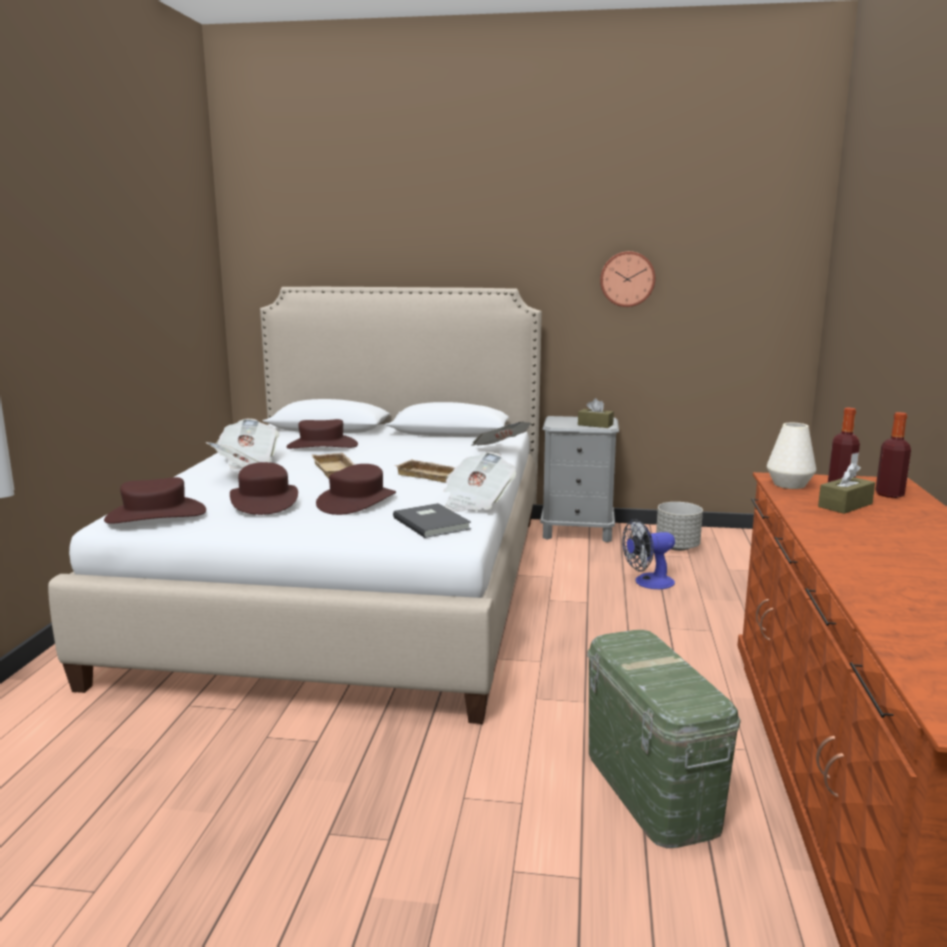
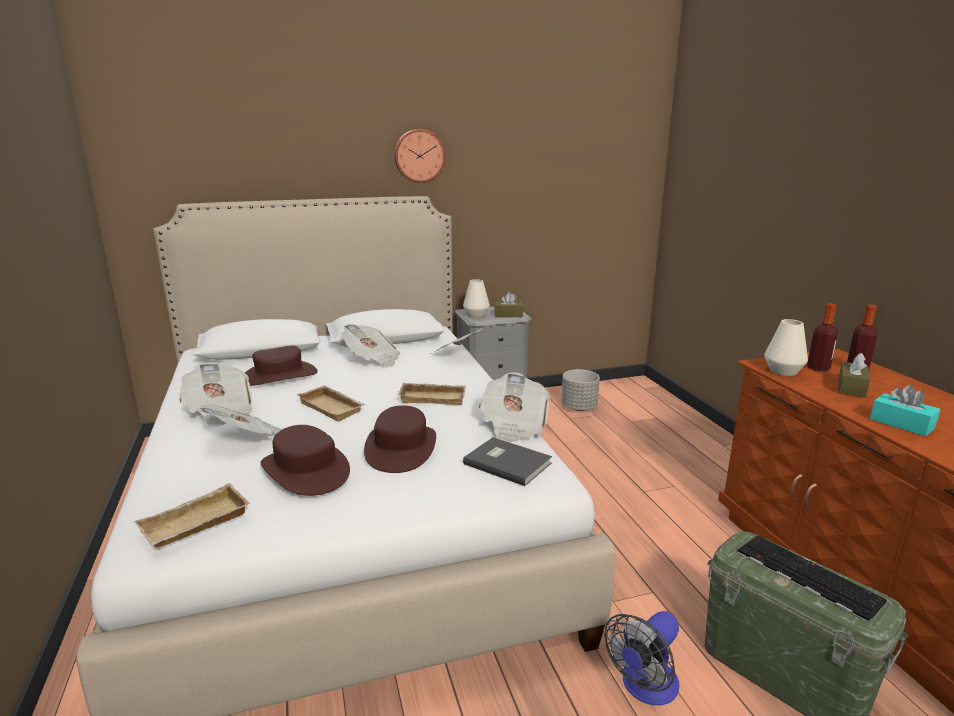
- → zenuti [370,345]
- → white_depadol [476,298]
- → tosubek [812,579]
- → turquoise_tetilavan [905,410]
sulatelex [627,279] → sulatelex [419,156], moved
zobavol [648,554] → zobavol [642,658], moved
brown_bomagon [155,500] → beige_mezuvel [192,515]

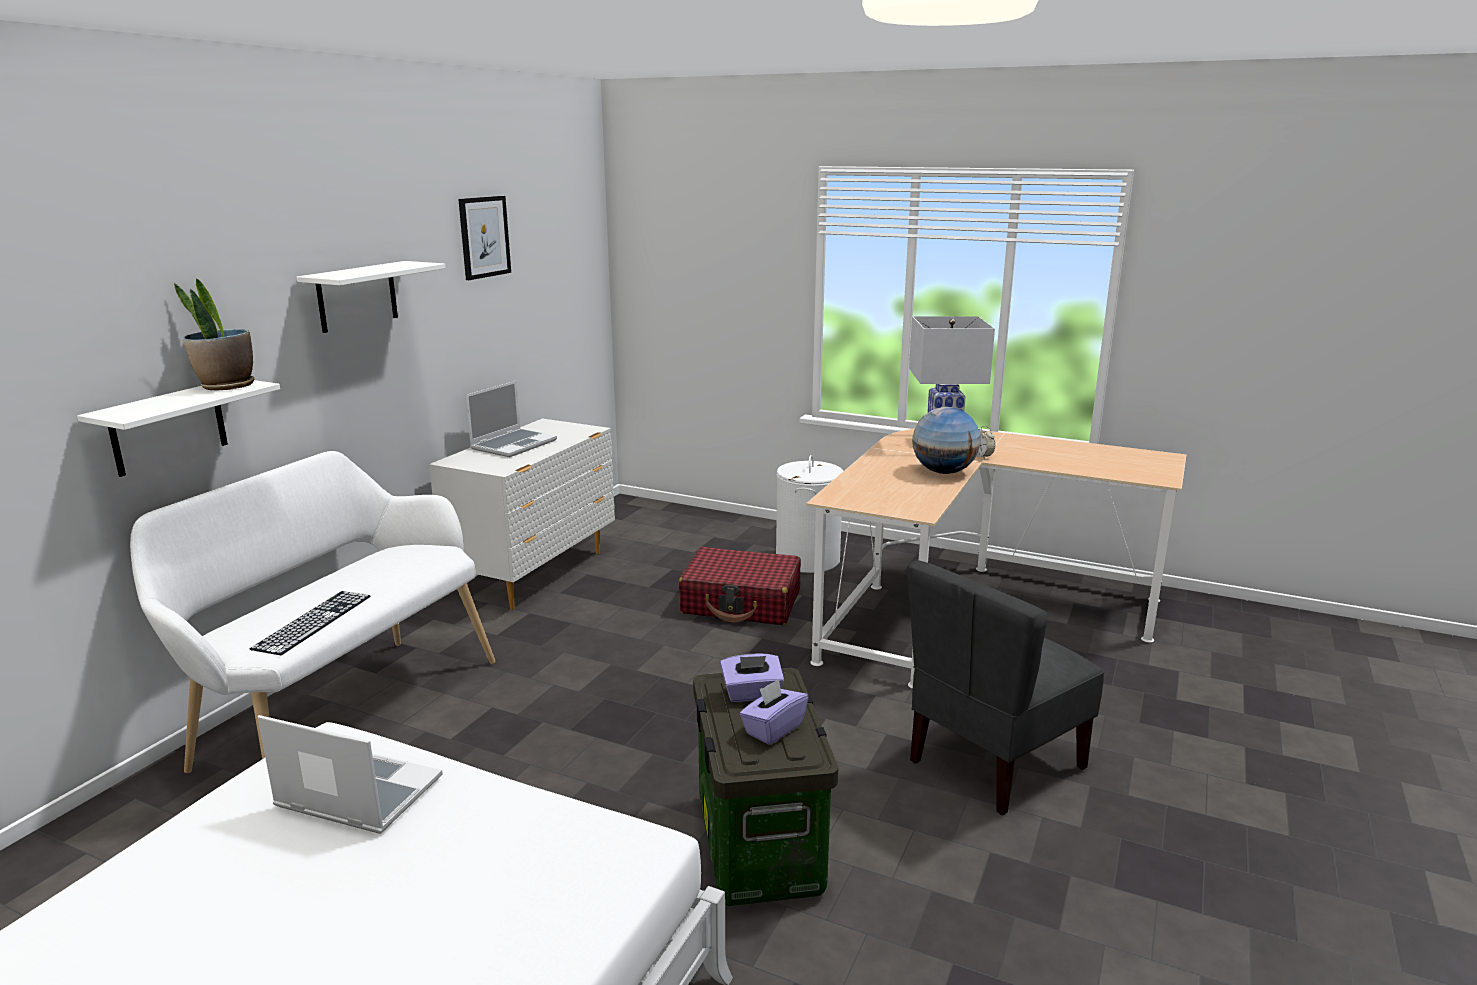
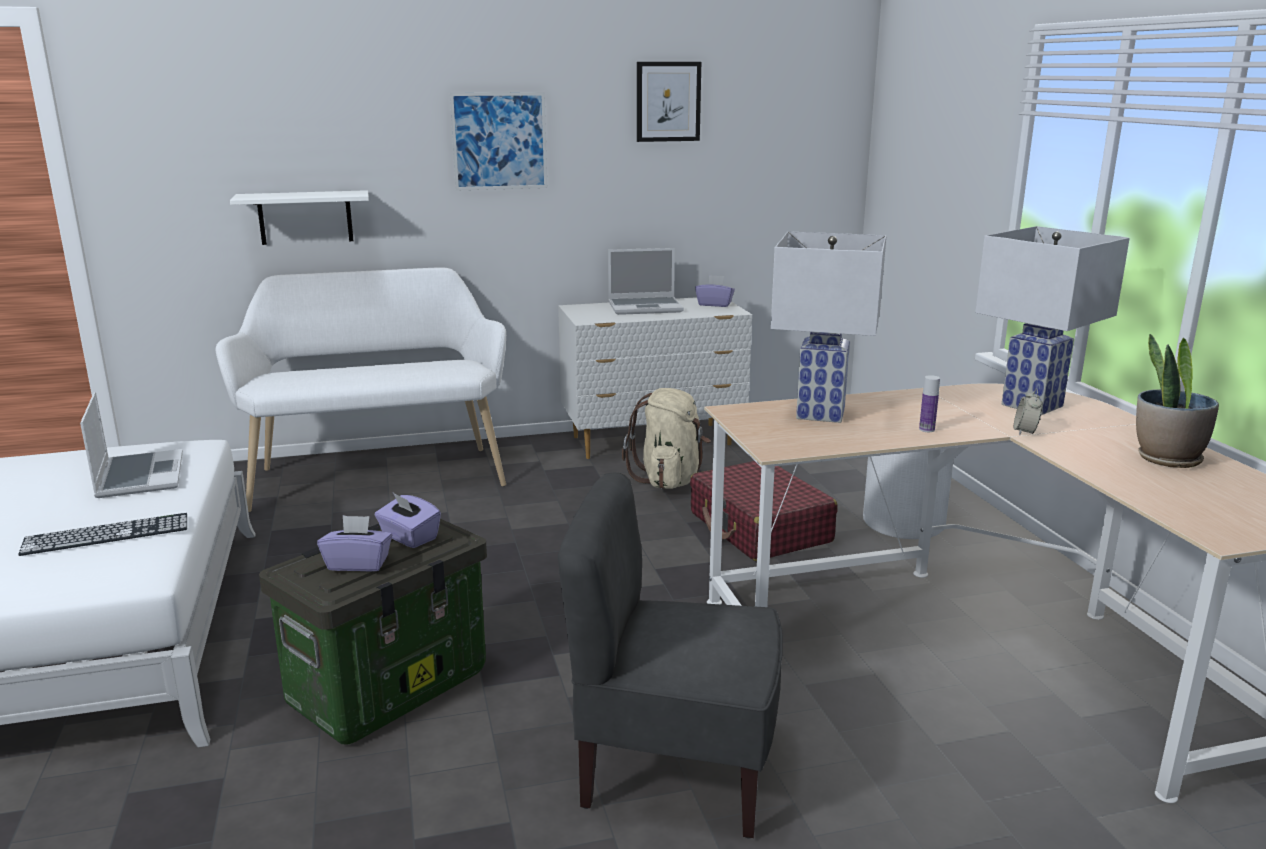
- → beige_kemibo [666,438]
- → purple_tetilavan [715,291]
- → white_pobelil [828,327]
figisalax [214,334] → figisalax [1177,401], moved
tosubek [310,623] → tosubek [102,534], moved
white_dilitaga [371,297] → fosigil [498,141]
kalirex [946,440] → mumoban [929,403]

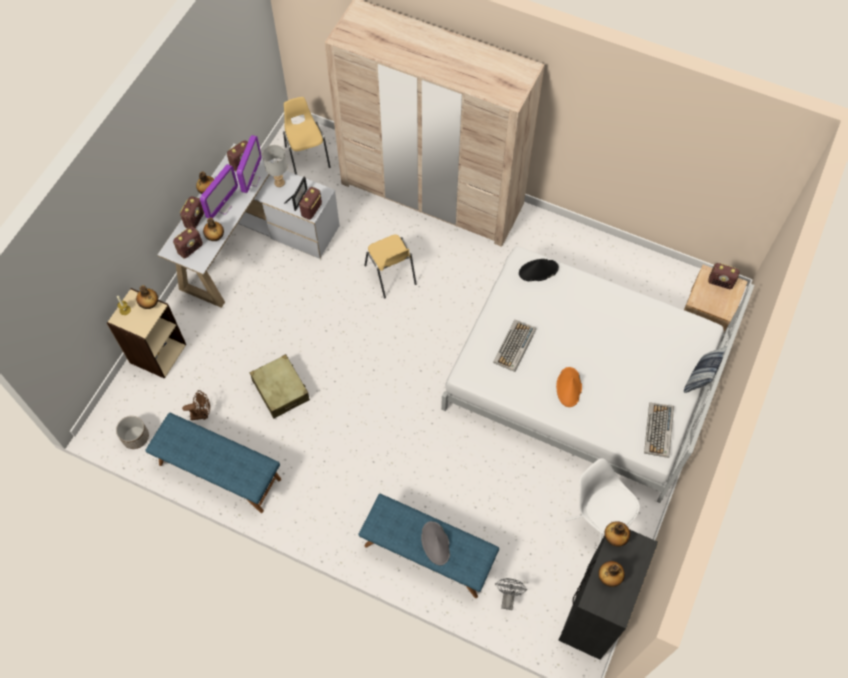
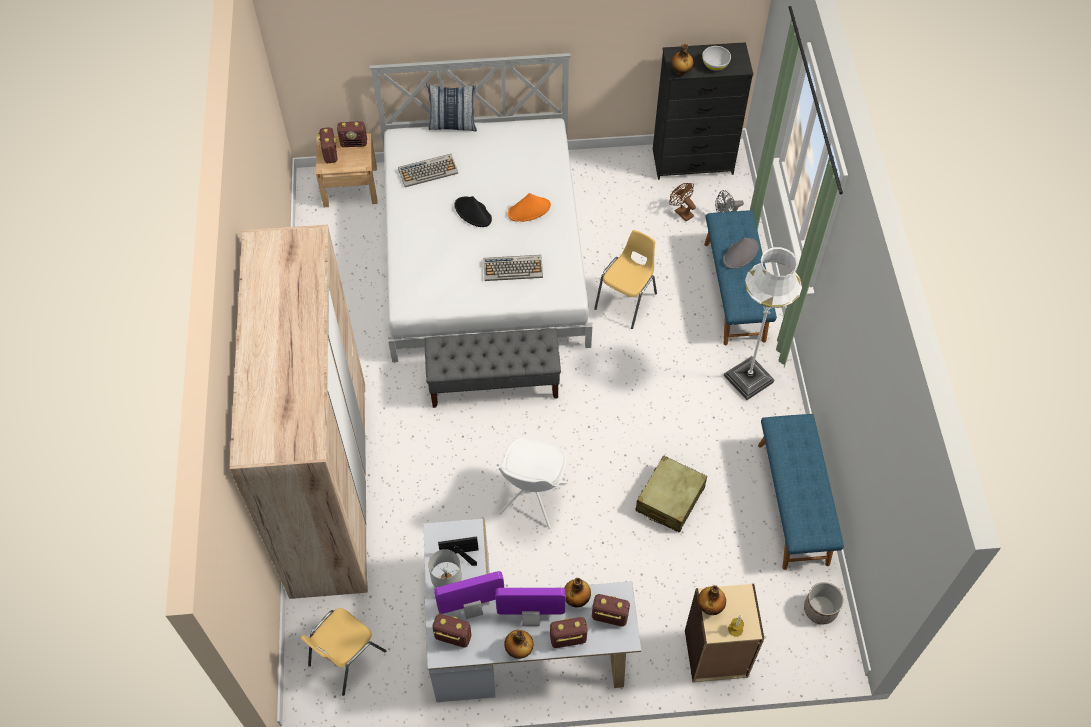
- → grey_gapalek [493,368]
- → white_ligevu [763,323]
brown_zobavol [196,405] → brown_zobavol [682,202], moved
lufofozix [310,203] → lufofozix [352,134], moved
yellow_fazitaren [390,266] → yellow_fazitaren [625,279], moved
black_bomagon [539,270] → black_bomagon [473,211], moved
white_fazitaren [602,501] → white_fazitaren [532,483], moved
tosubek [659,430] → tosubek [428,170], moved
mumoban [611,574] → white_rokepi [716,58]

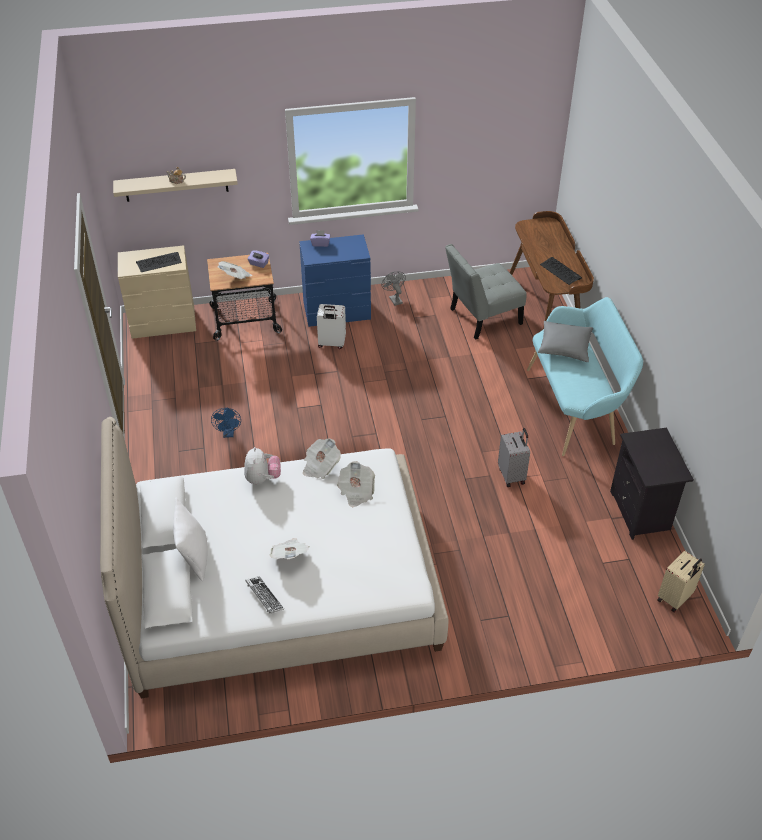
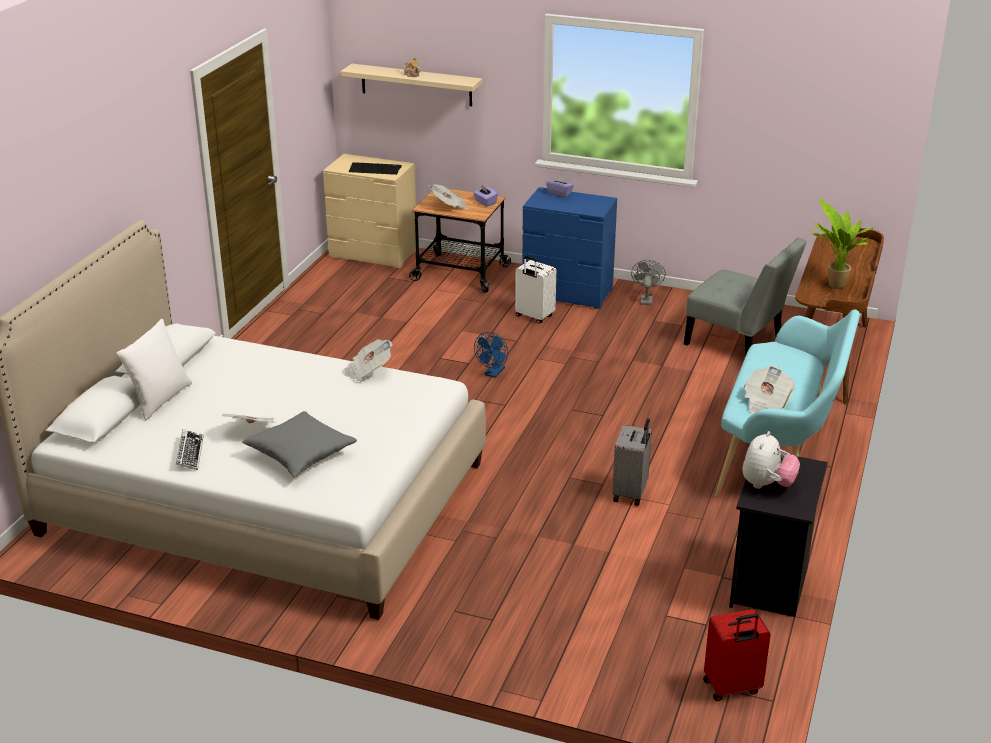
blue_zobavol [226,423] → blue_zobavol [491,355], moved
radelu [262,465] → radelu [771,460], moved
zenuti [356,484] → zenuti [769,390], moved
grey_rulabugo [565,341] → grey_rulabugo [299,444], moved
tosubek [561,271] → figisalax [842,243]
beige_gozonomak [681,582] → red_gozonomak [737,655]
grey_fazitaren [486,292] → grey_fazitaren [745,296], 150 degrees counterclockwise

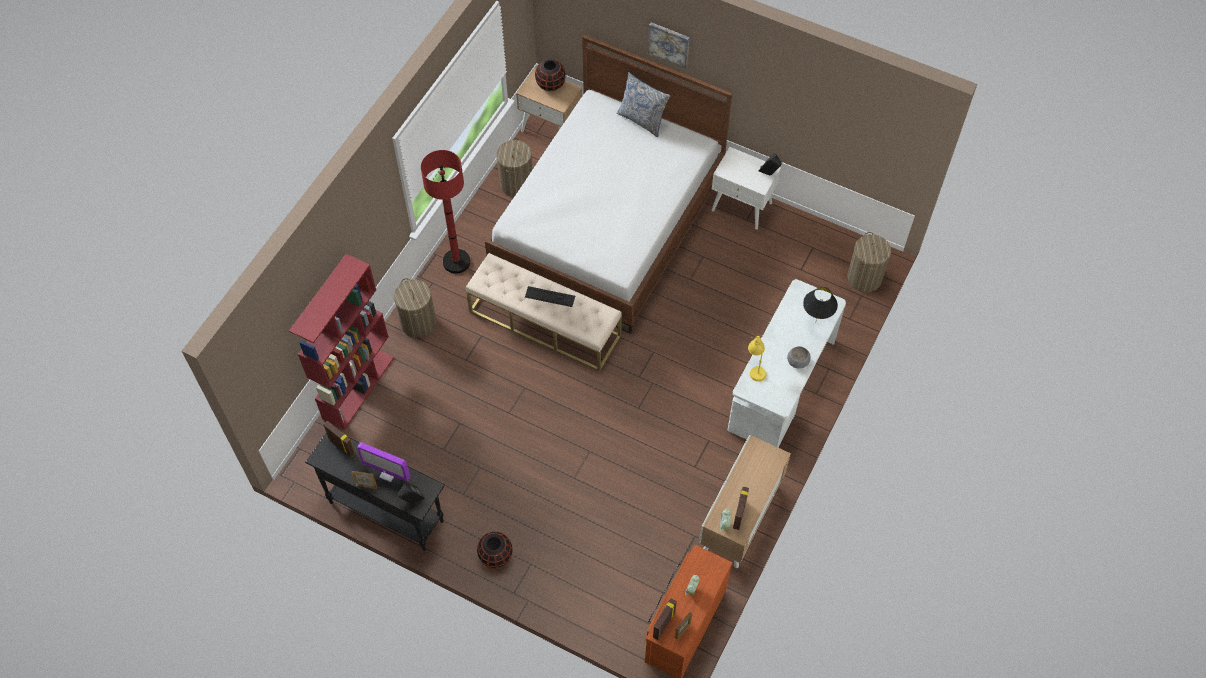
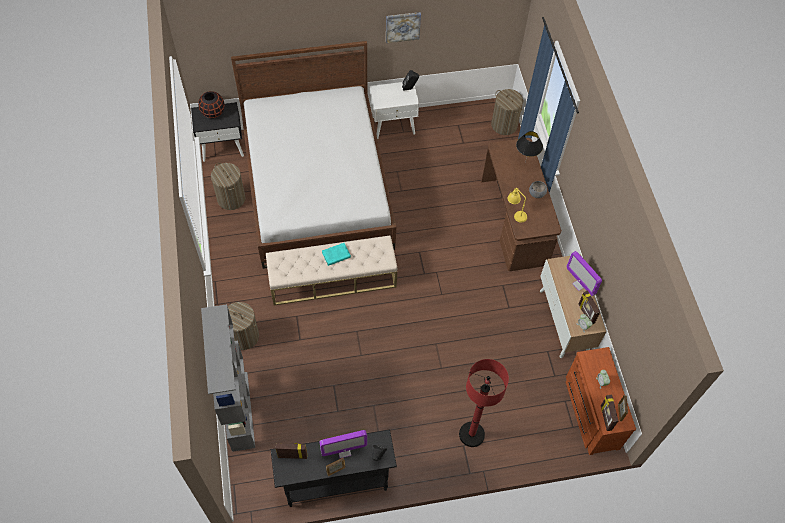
black_depadol [495,550] → -
rulabugo [644,104] → -
- → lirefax [584,273]
red_ligevu [445,212] → red_ligevu [484,403], moved
fosigil [668,46] → fosigil [403,27], moved
tosubek [550,296] → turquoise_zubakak [336,254]
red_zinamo [341,342] → grey_zinamo [228,378]
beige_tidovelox [549,100] → black_tidovelox [217,132]
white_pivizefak [787,363] → brown_pivizefak [522,204]

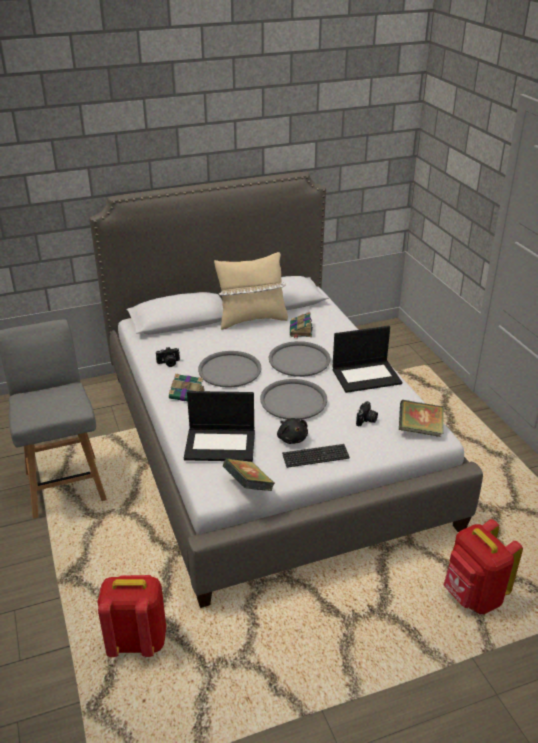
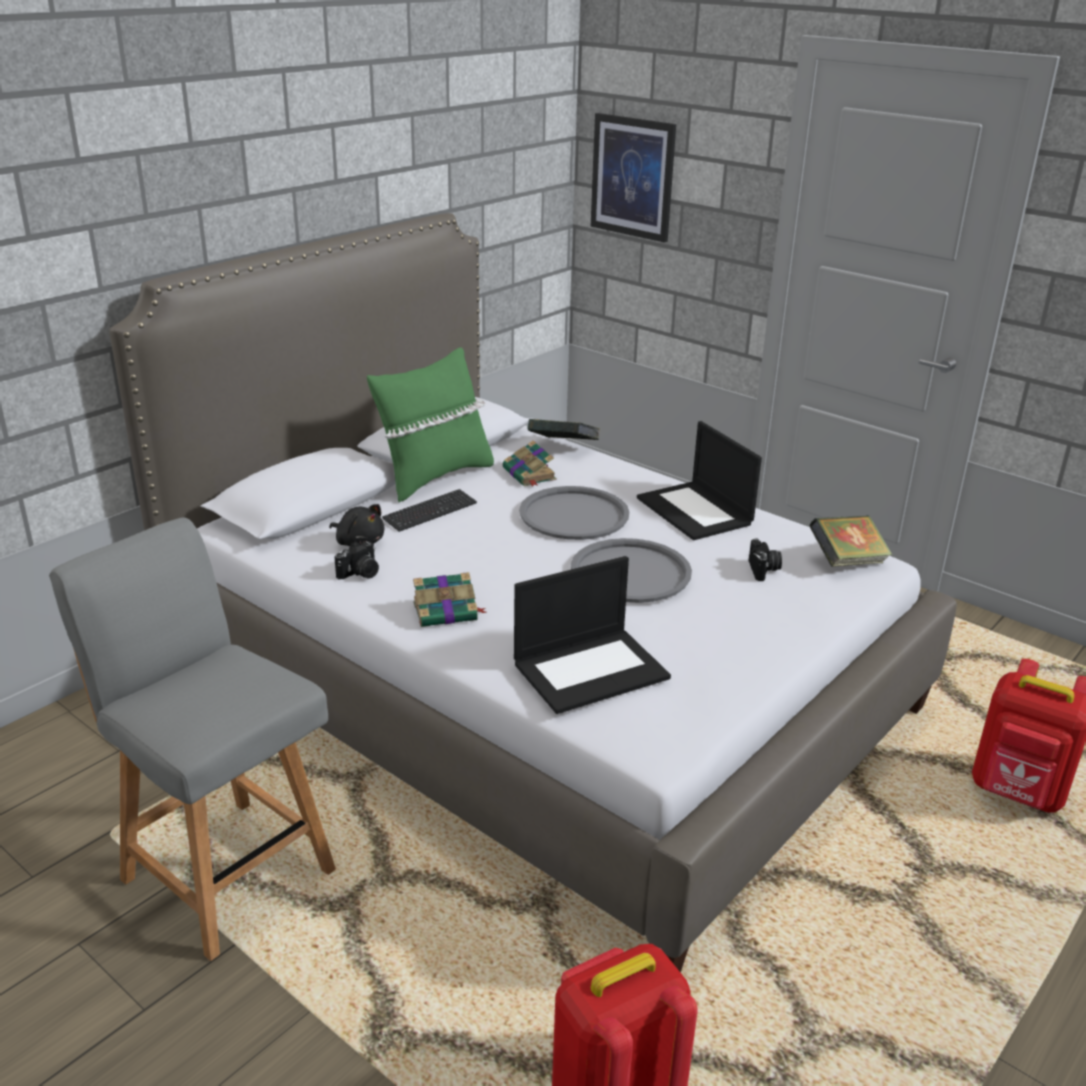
grey_mezuvel [229,369] → -
- → fosigil [633,178]
zubakak [249,475] → zubakak [563,429], moved
black_radelu [292,431] → black_radelu [356,525], moved
tosubek [316,456] → tosubek [429,510], moved
beige_rulabugo [251,291] → green_rulabugo [430,424]
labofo [367,359] → labofo [699,480], 105 degrees clockwise

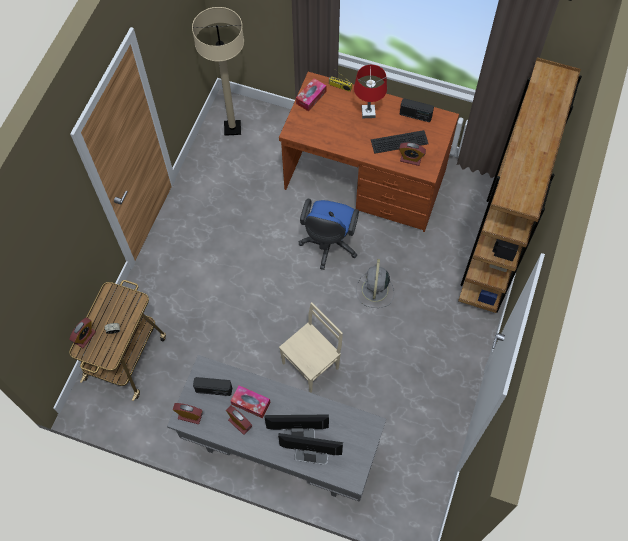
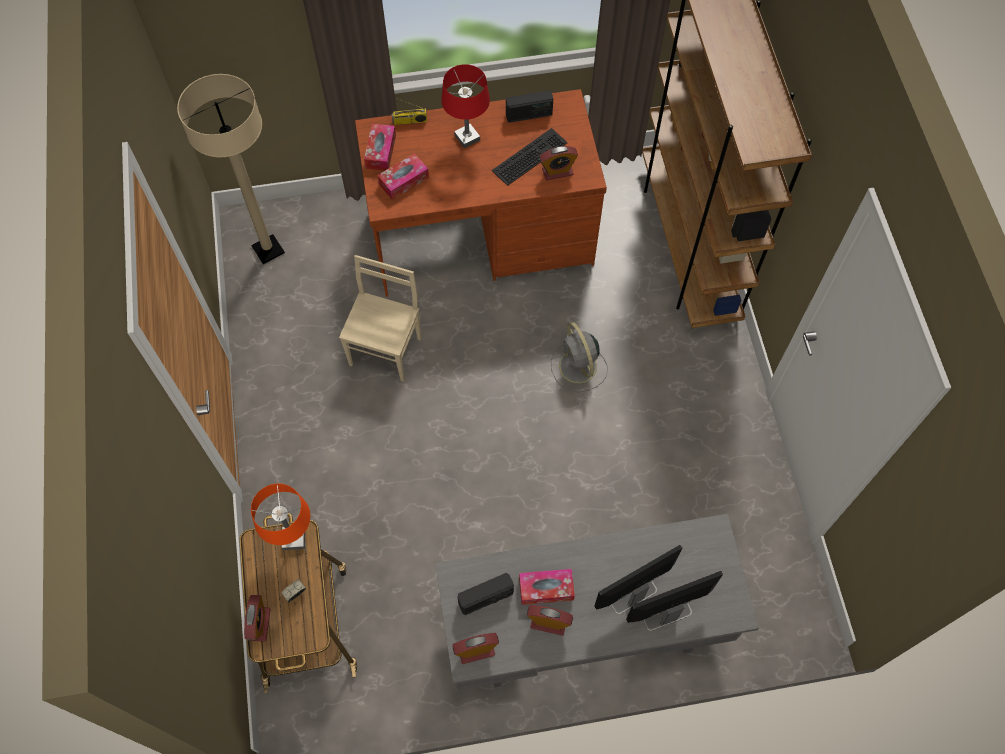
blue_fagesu [329,234] → -
- → orange_pobelil [280,517]
- → tetilavan [403,176]
beige_fazitaren [311,347] → beige_fazitaren [380,318], moved

